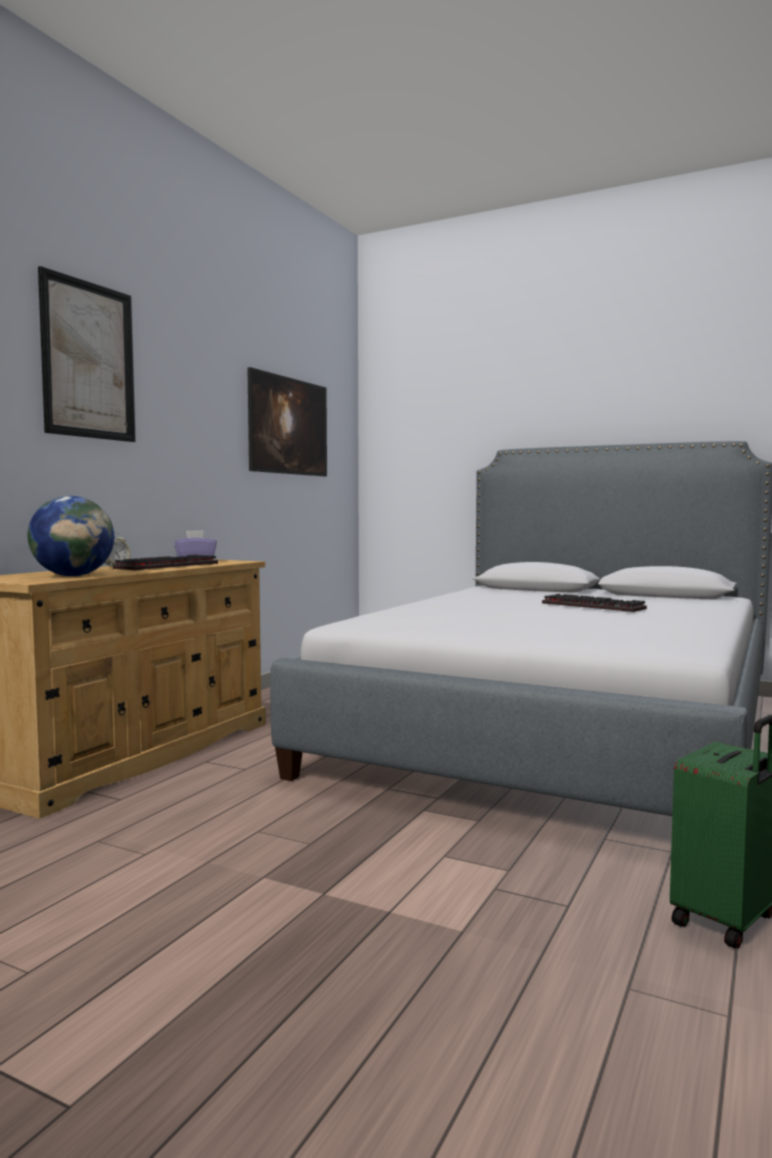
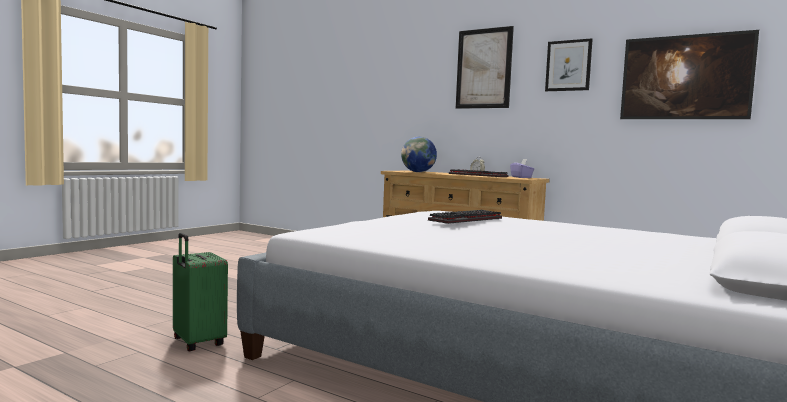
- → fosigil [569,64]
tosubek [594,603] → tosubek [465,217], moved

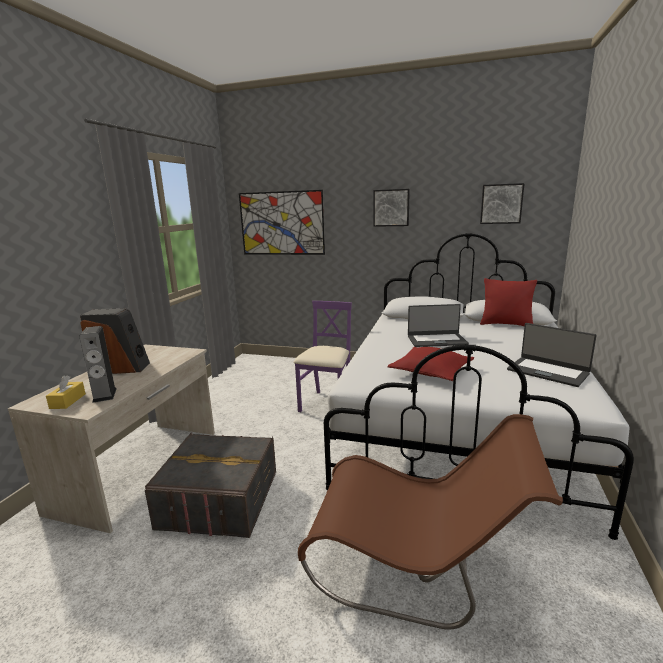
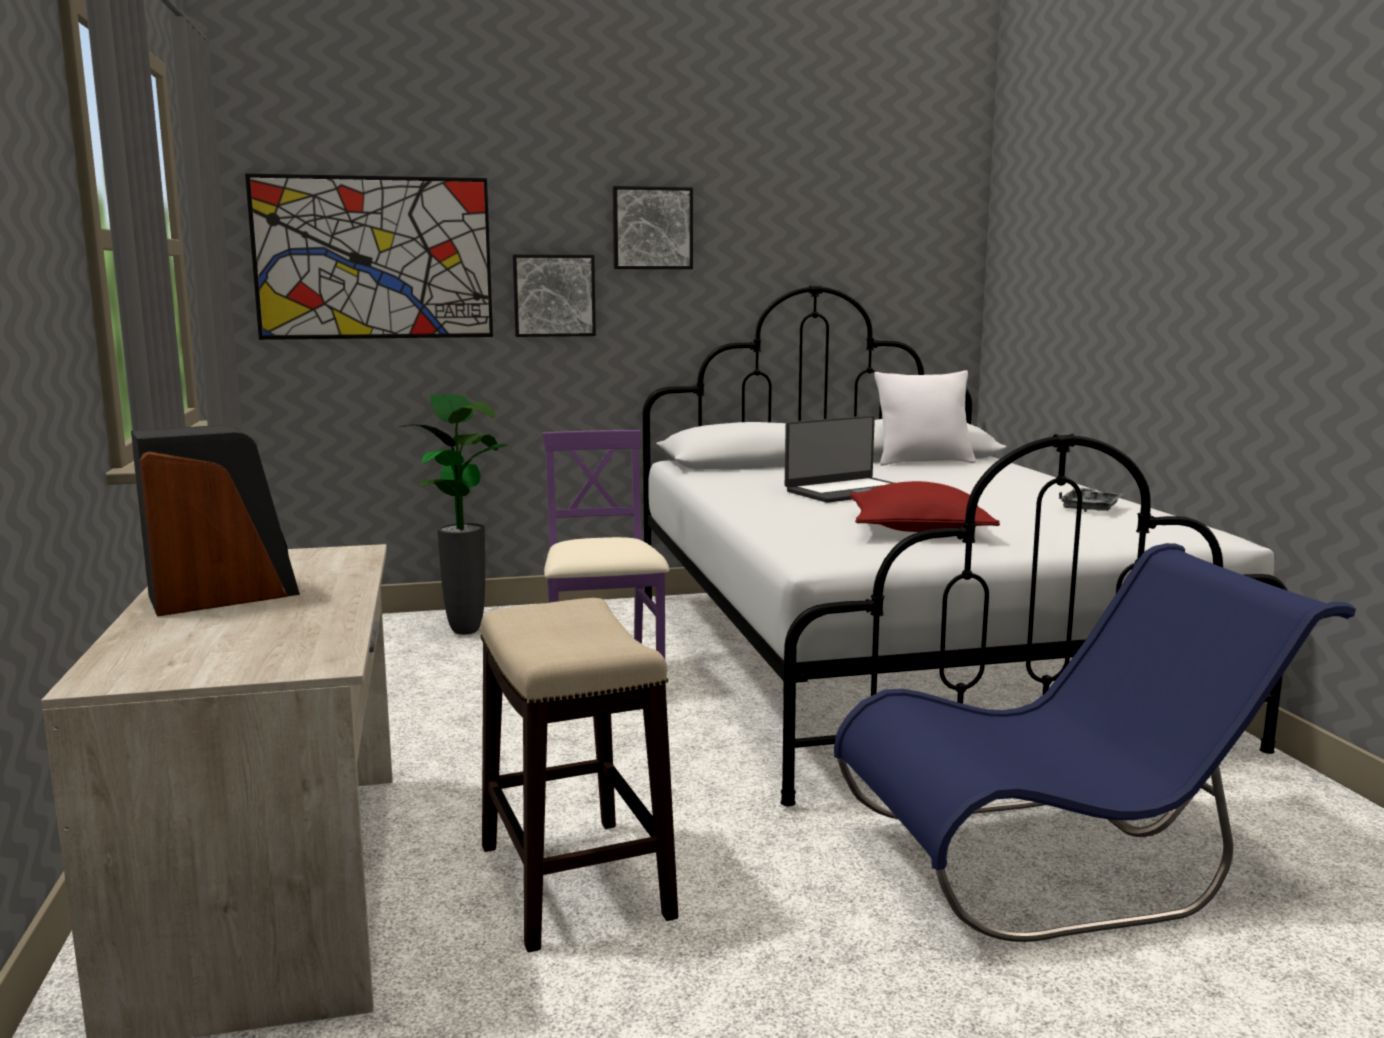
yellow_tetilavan [66,392] → -
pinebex [98,364] → -
- → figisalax [453,514]
fosigil [502,203] → fosigil [554,295], moved
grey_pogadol [210,485] → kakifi [579,775]
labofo [552,355] → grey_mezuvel [1091,499]
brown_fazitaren [430,522] → blue_fazitaren [1095,742]
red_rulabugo [508,302] → white_rulabugo [925,418]

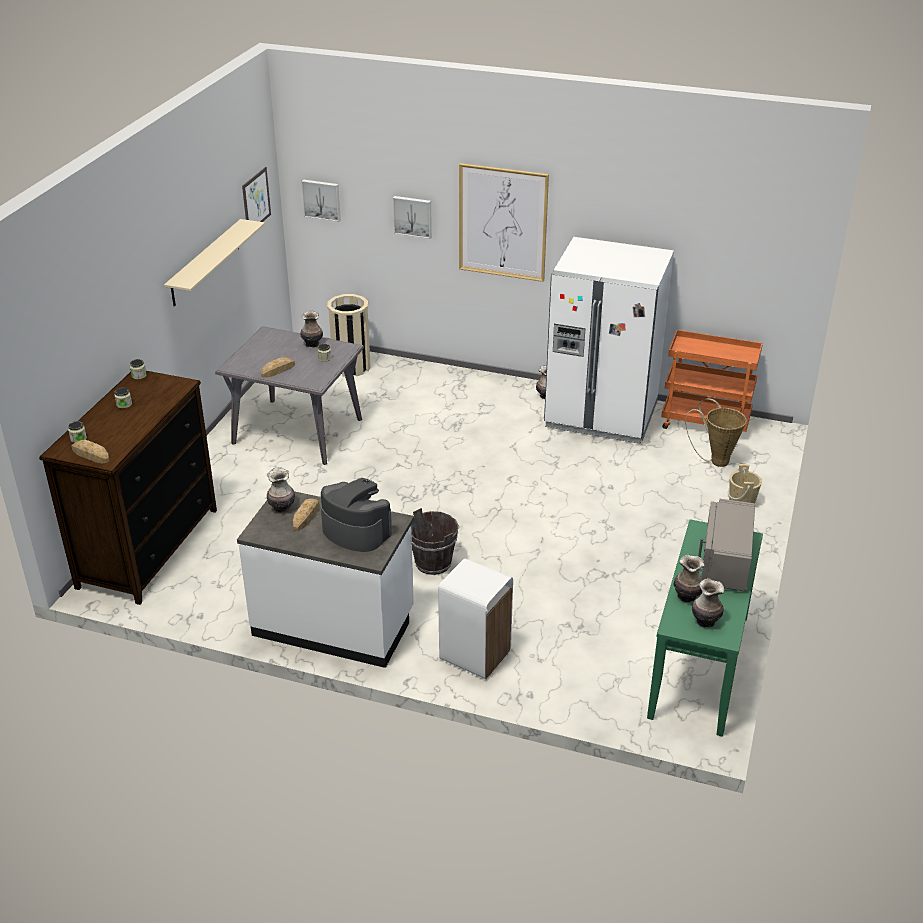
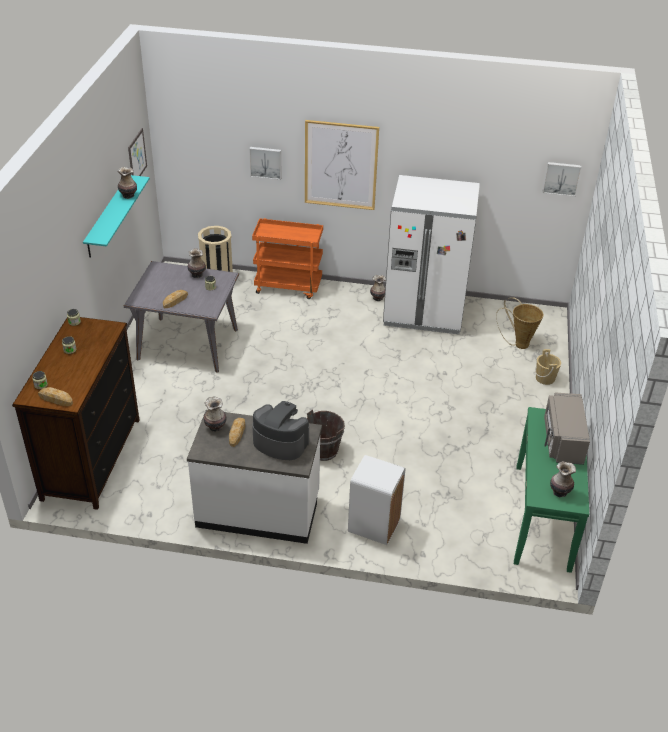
fosigil [321,201] → fosigil [562,179], moved
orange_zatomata [712,381] → orange_zatomata [287,258], moved
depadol [689,579] → depadol [127,183], moved
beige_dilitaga [214,263] → turquoise_dilitaga [116,216]

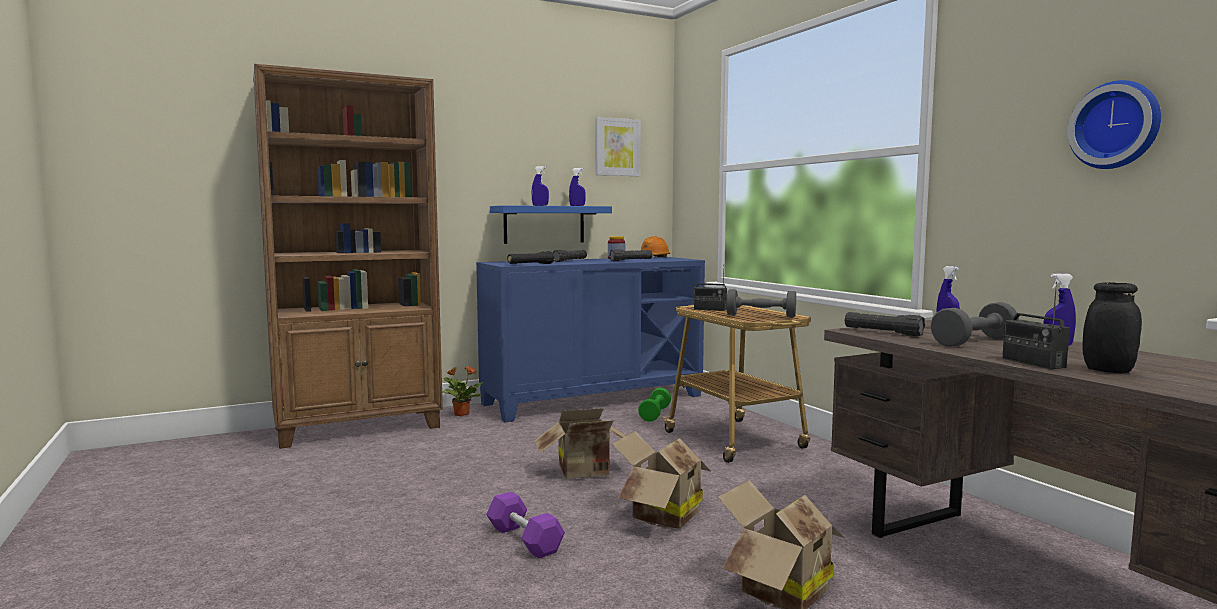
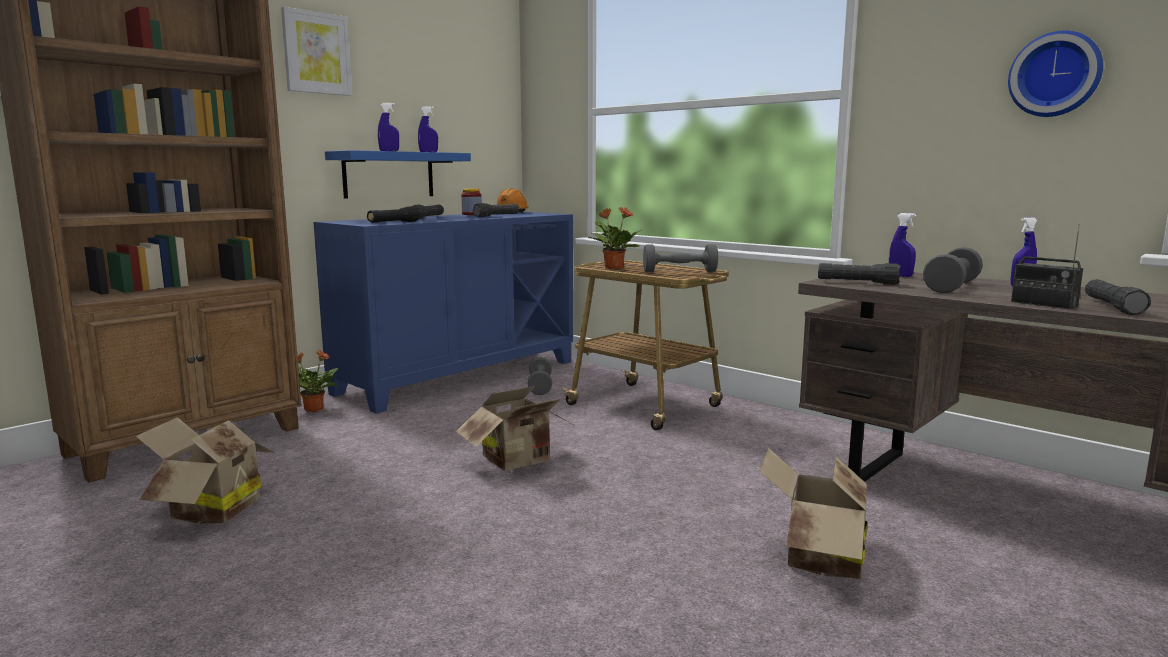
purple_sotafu [525,524] → -
fosigil [618,146] → fosigil [316,51], moved
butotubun [661,480] → butotubun [206,470], moved
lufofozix [710,287] → figisalax [615,238]
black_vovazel [1112,327] → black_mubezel [1118,297]
green_sotafu [654,405] → grey_sotafu [540,376]

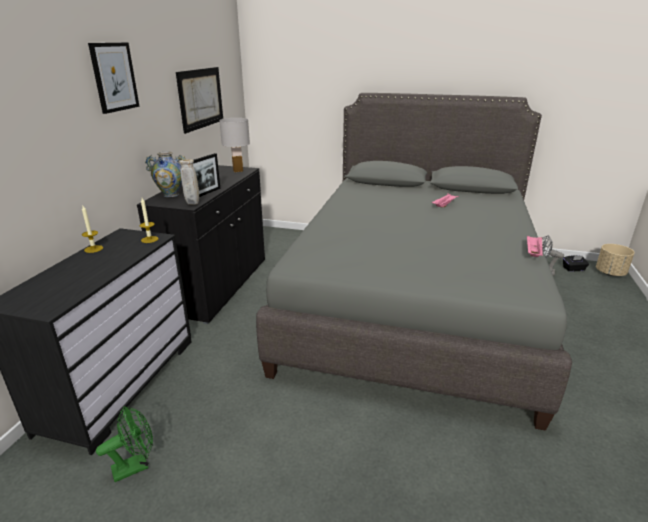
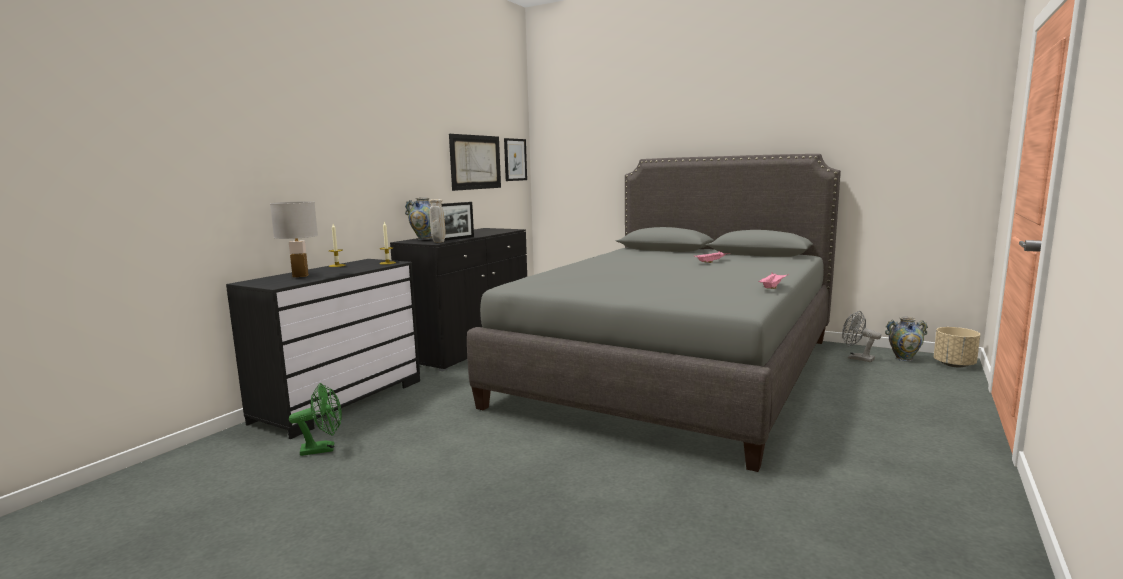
fosigil [114,78] → fosigil [515,159], moved
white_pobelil [234,145] → white_pobelil [294,239], moved
black_tetilavan [576,263] → depadol [906,339]

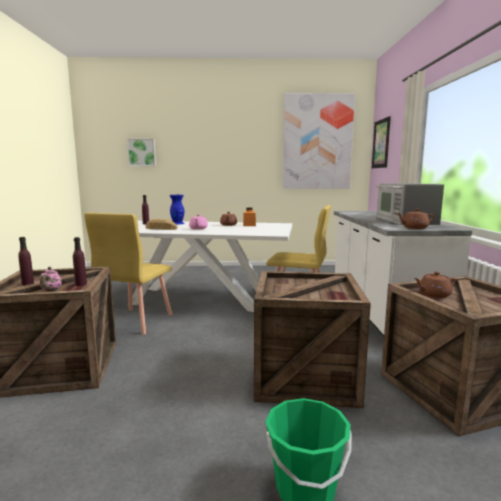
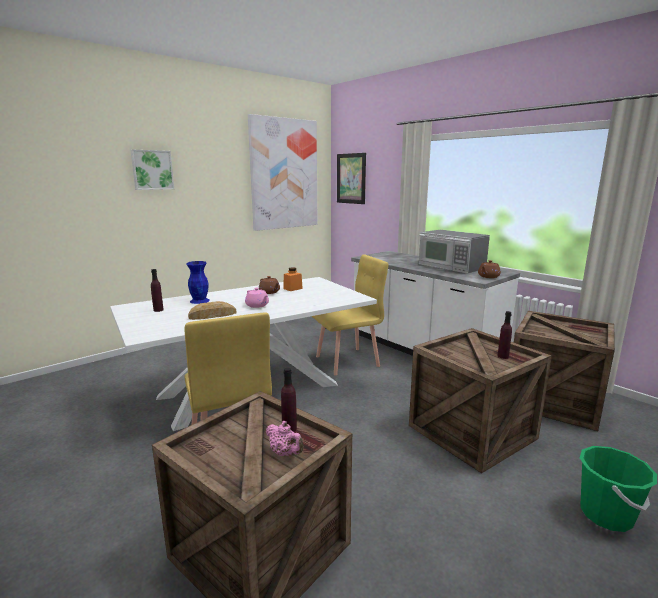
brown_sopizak [435,285] → -
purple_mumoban [26,261] → purple_mumoban [505,335], moved
fosigil [141,152] → fosigil [152,169], moved

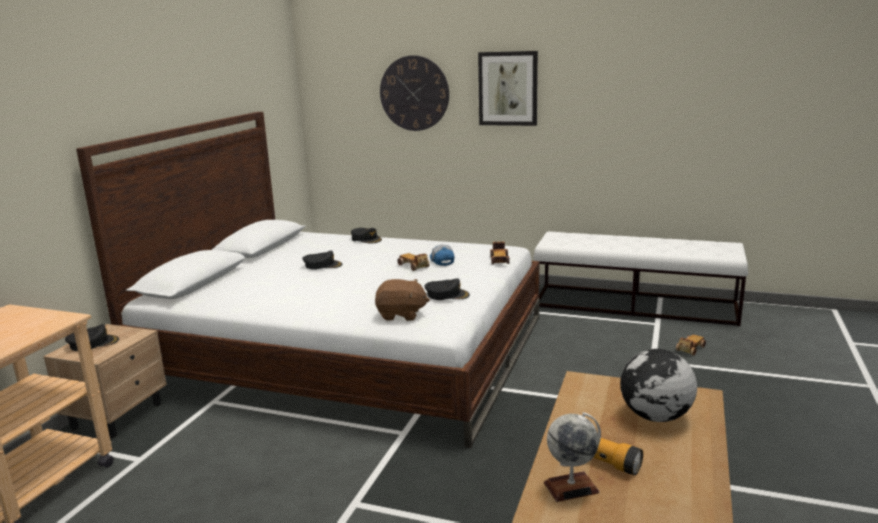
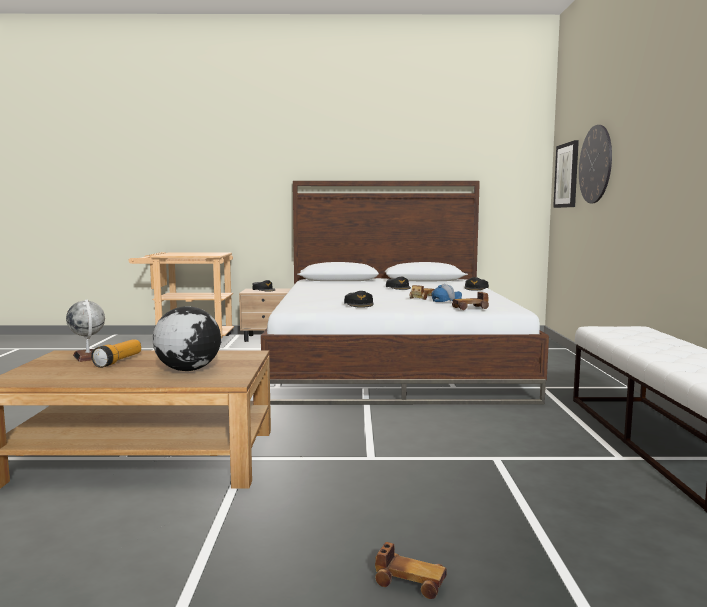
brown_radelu [402,300] → -
fosigil [508,88] → fosigil [566,174], moved
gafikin [691,345] → gafikin [411,570], moved

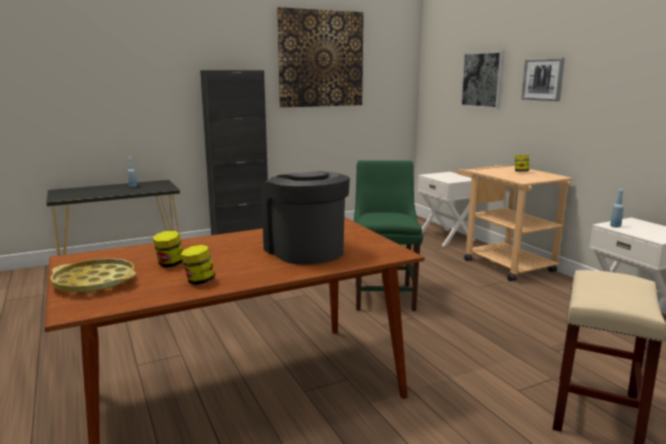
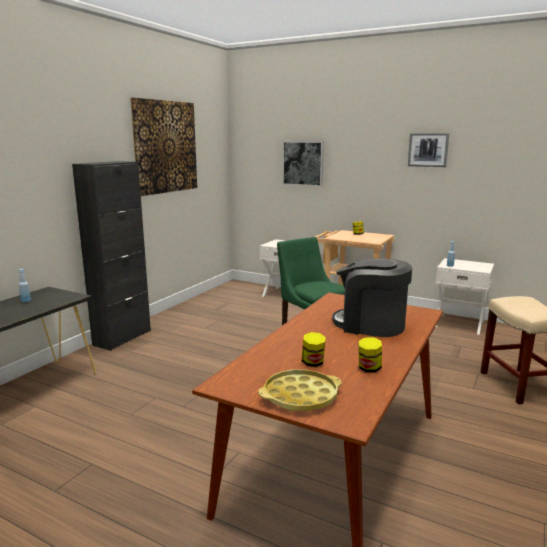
fosigil [543,79] → fosigil [428,150], moved

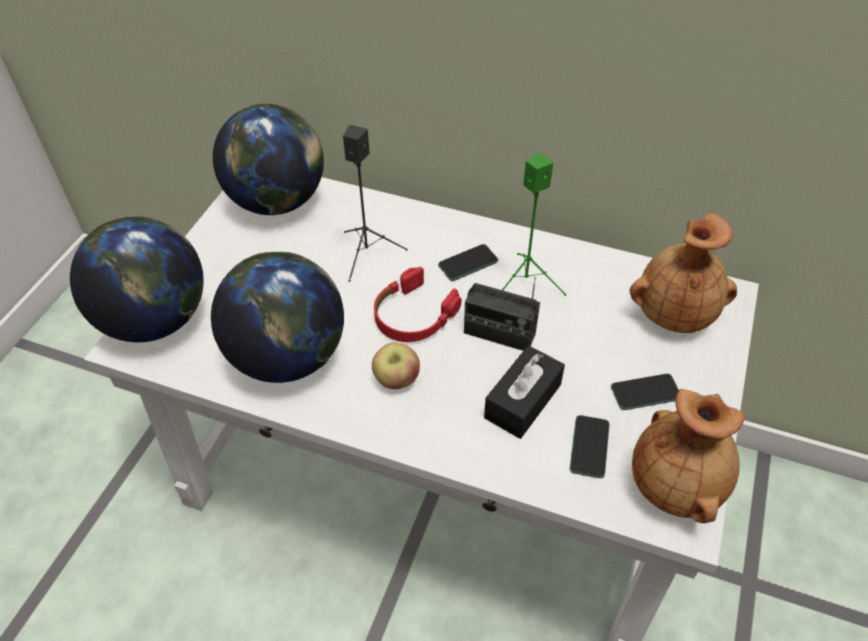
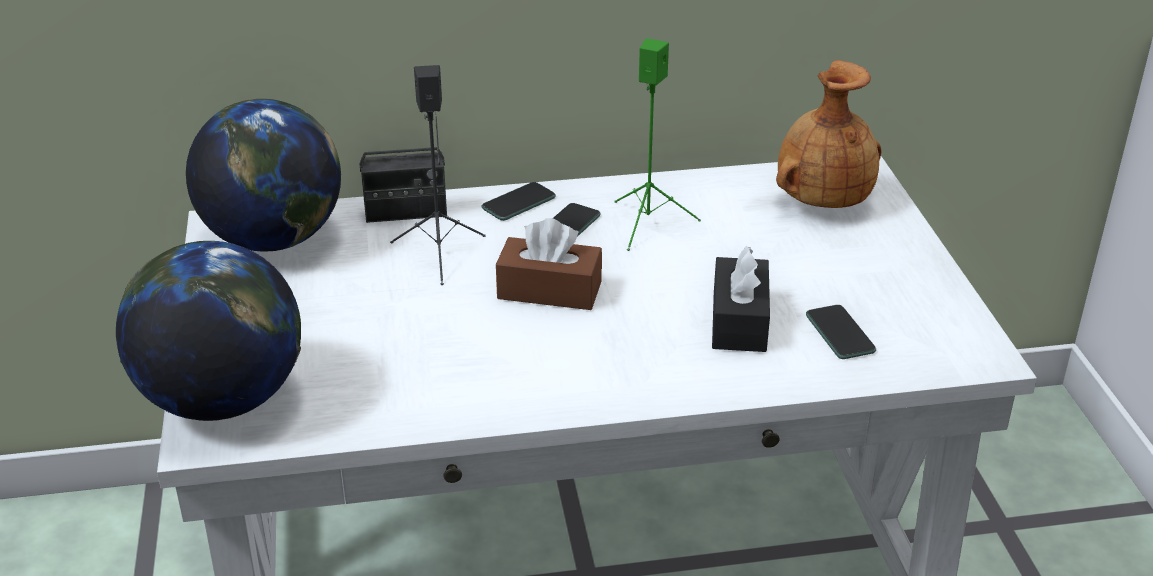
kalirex [277,317] → -
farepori [396,366] → -
brown_depadol [688,456] → -
lufofozix [502,314] → lufofozix [403,167], moved
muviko [645,392] → muviko [518,201], moved
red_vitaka [417,304] → brown_tetilavan [549,264]

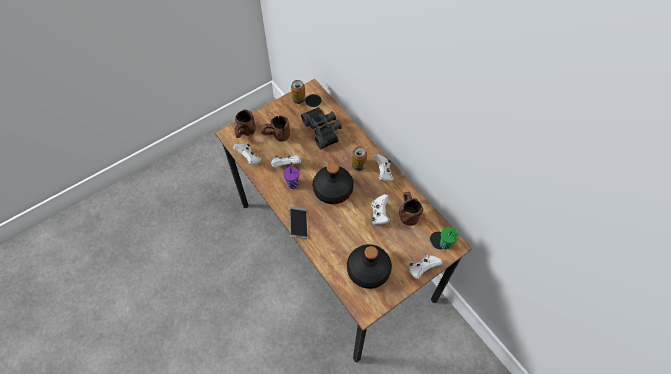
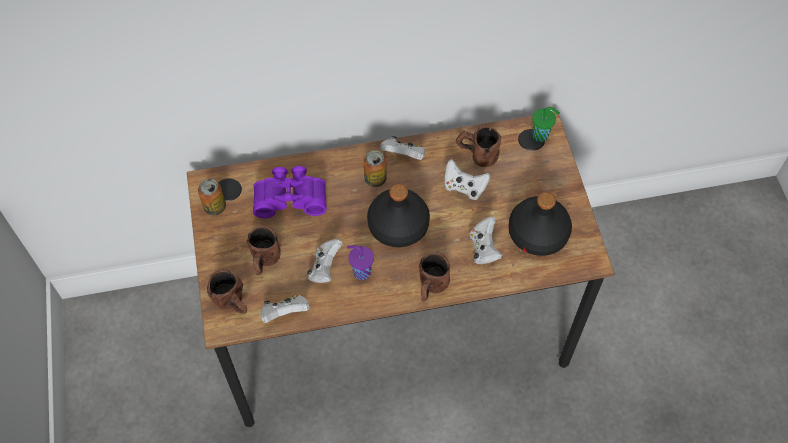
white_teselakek [425,267] → white_teselakek [486,240], moved
muviko [299,222] → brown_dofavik [434,276]
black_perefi [321,128] → purple_perefi [290,192]

